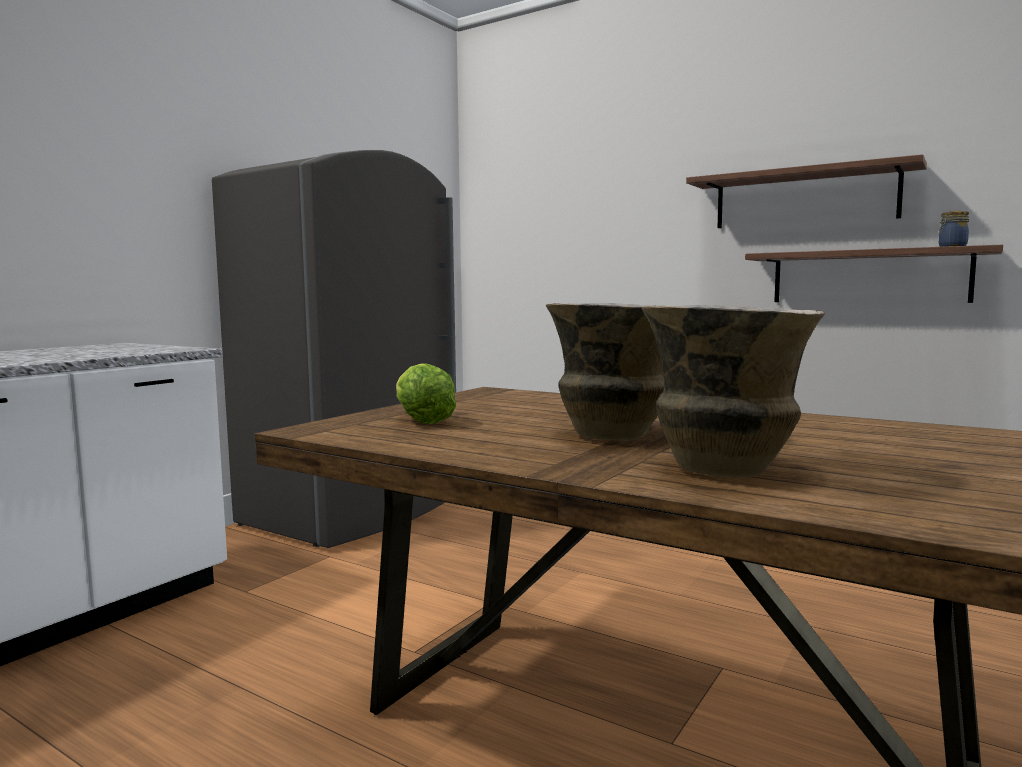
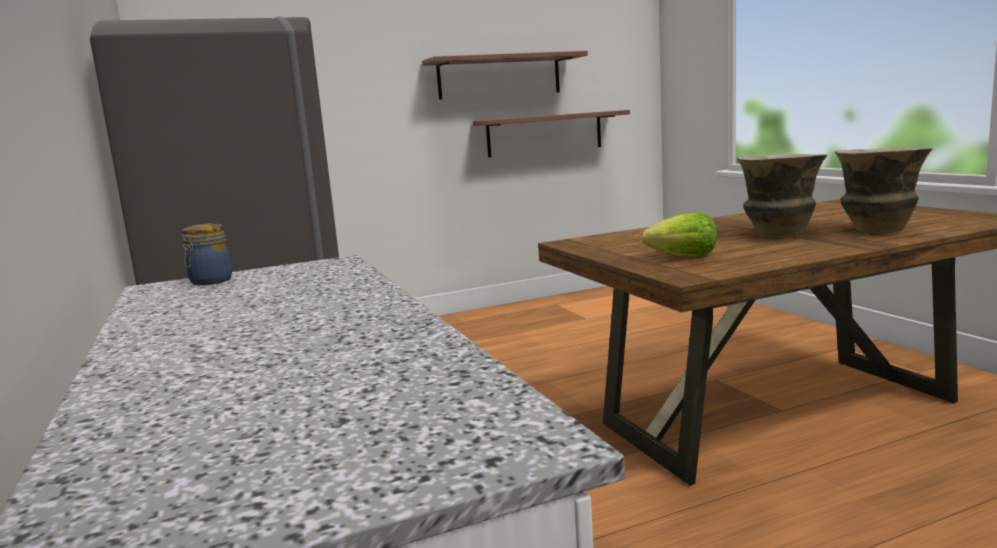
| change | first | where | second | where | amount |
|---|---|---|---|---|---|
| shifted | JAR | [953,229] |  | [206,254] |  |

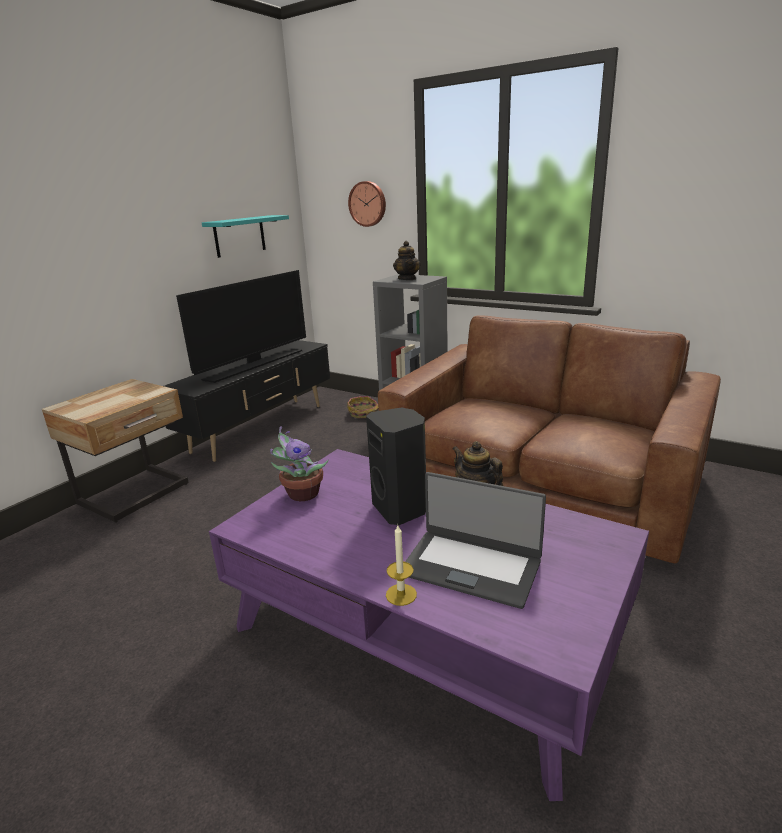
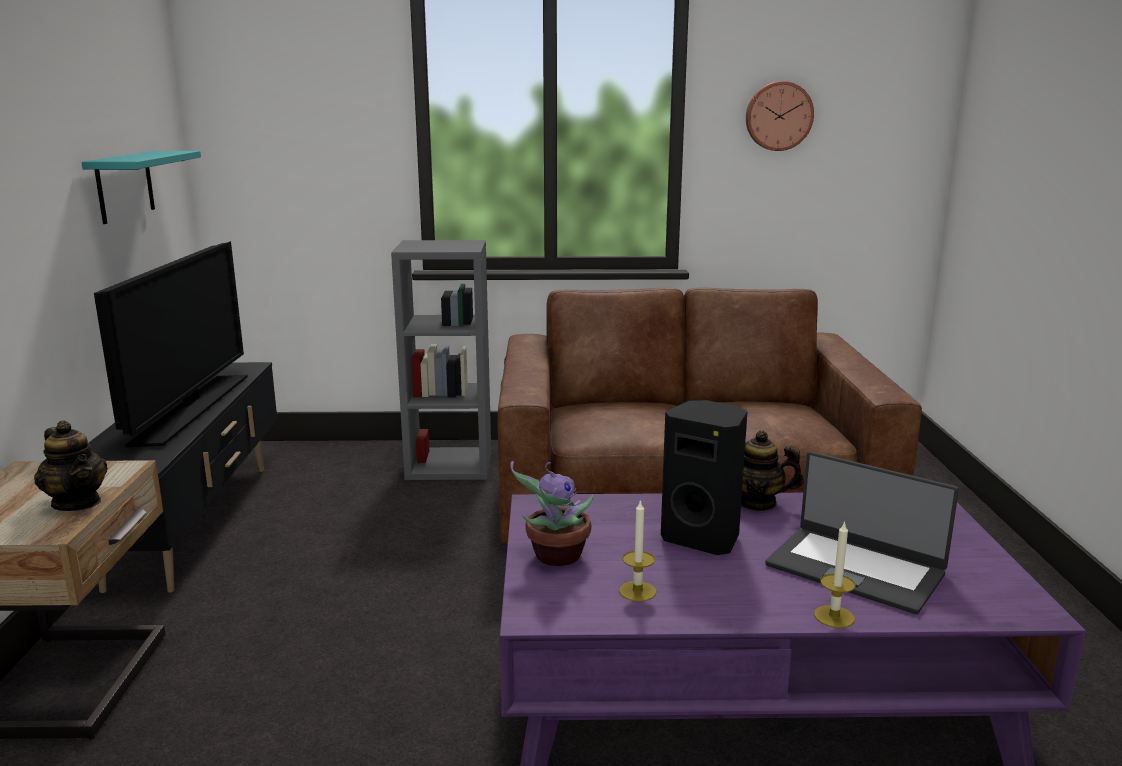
| change | first | where | second | where | amount |
|---|---|---|---|---|---|
| gone | BASKET | [363,407] |  |  |  |
| new |  |  | CANDLE | [637,550] |  |
| shifted | WALL CLOCK | [367,204] |  | [780,116] |  |
| shifted | TEAPOT | [406,260] |  | [70,466] |  |
| rotated | LAPTOP | [475,540] |  | [862,532] | 45 degrees clockwise |

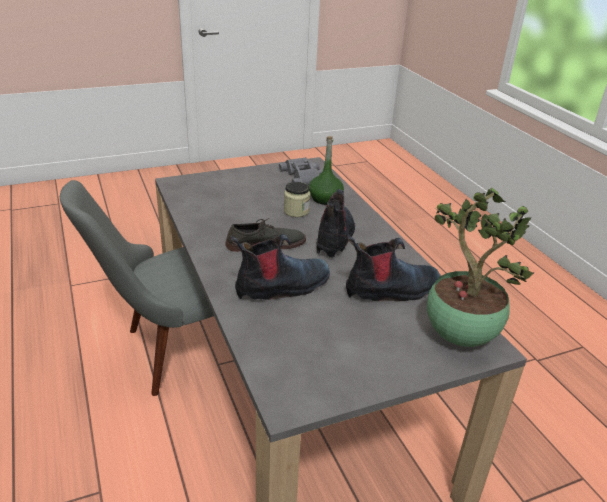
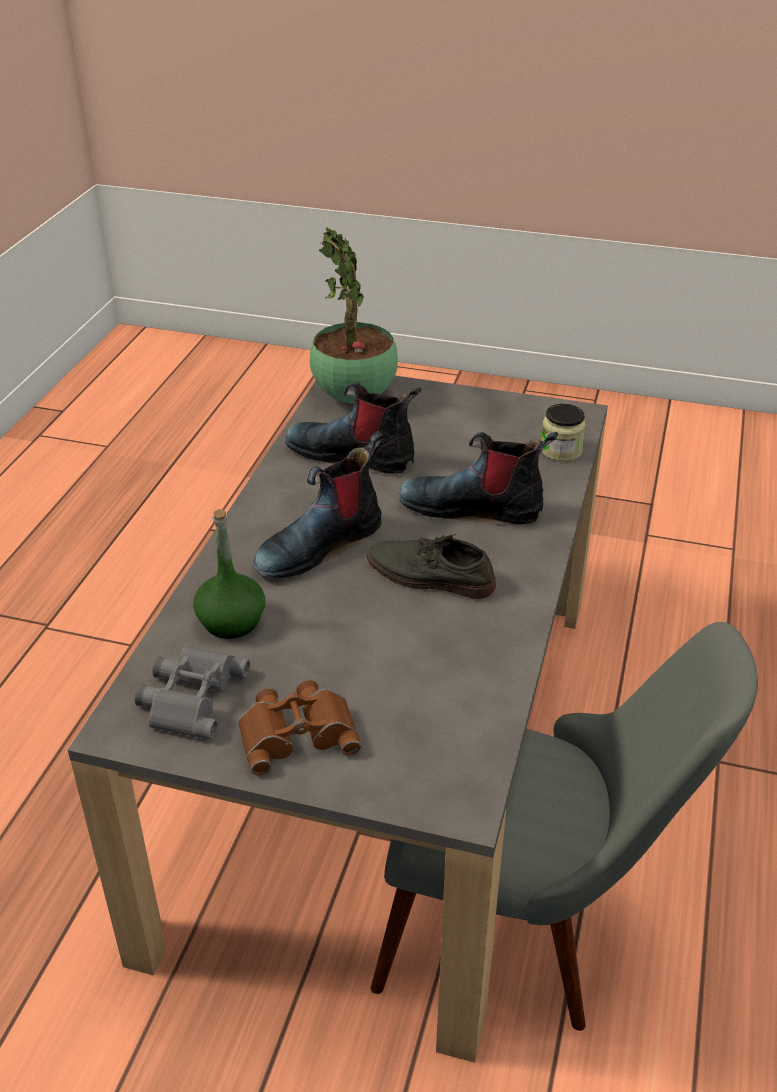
| change | first | where | second | where | amount |
|---|---|---|---|---|---|
| new |  |  | BROWN BINOCULARS | [299,727] |  |
| shifted | JAR | [297,199] |  | [563,433] |  |

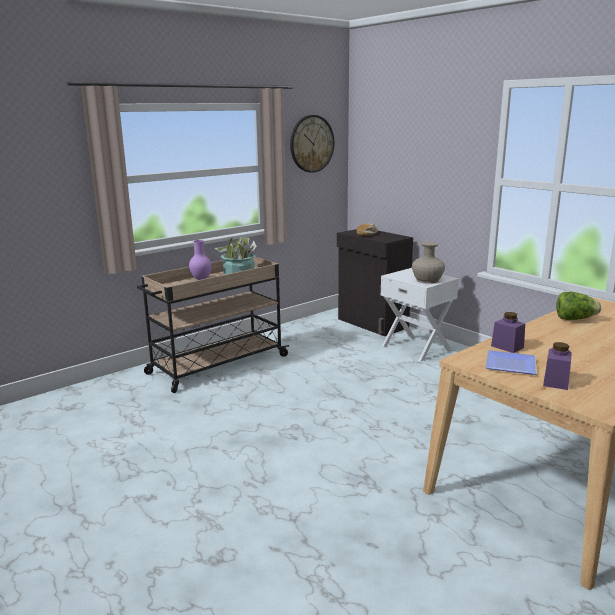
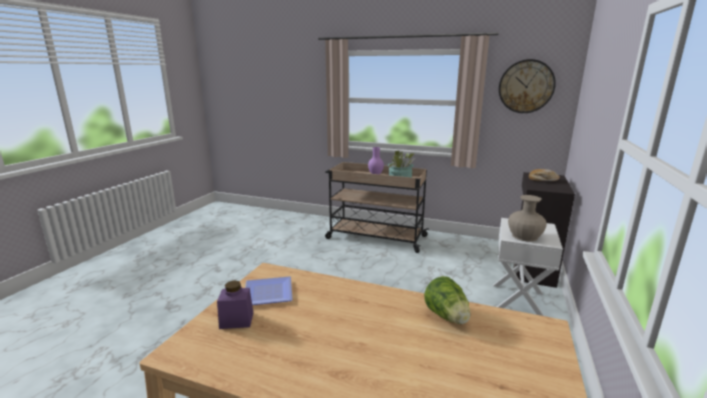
| change | first | where | second | where | amount |
|---|---|---|---|---|---|
| gone | PURPLE JAR | [508,332] |  |  |  |

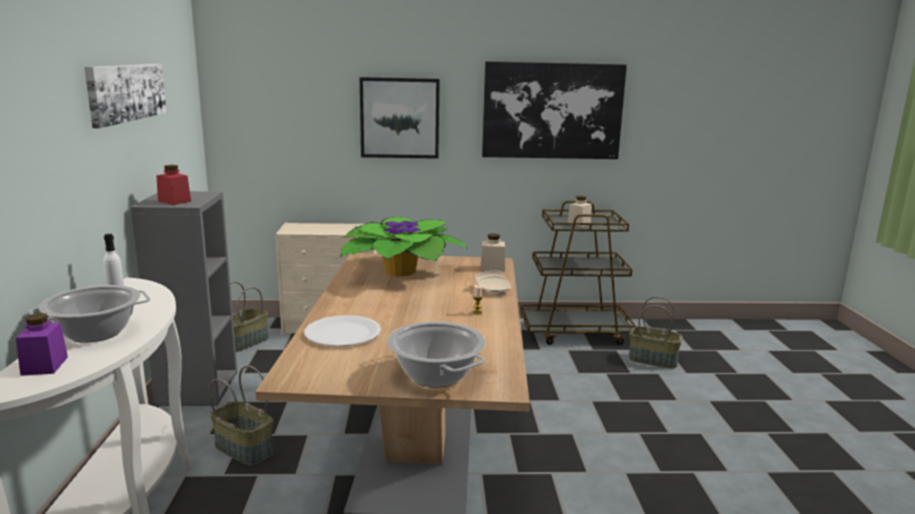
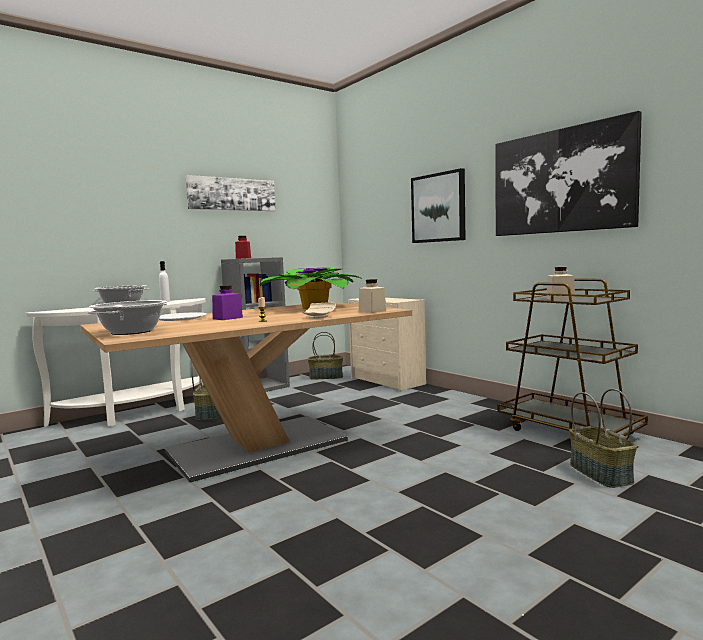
| change | first | where | second | where | amount |
|---|---|---|---|---|---|
| shifted | PURPLE JAR | [42,344] |  | [227,302] |  |

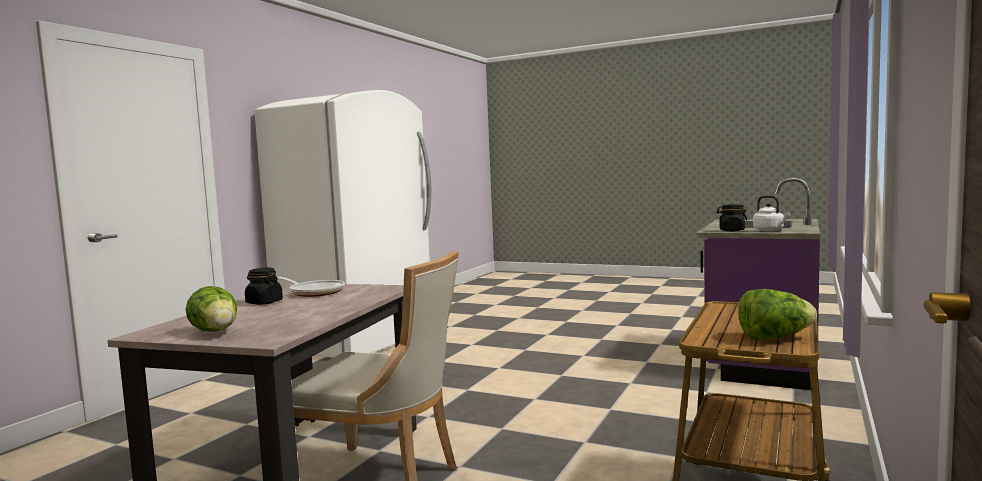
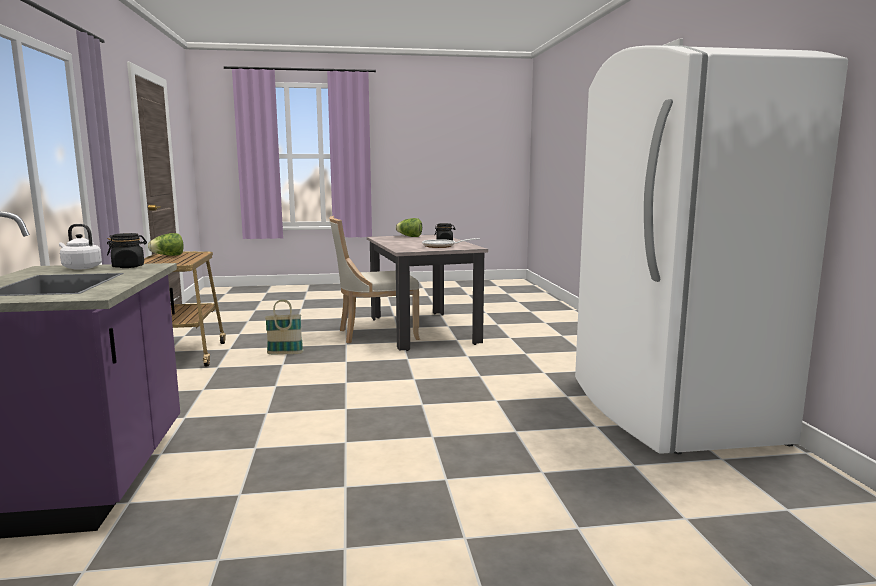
| change | first | where | second | where | amount |
|---|---|---|---|---|---|
| new |  |  | BASKET | [284,326] |  |

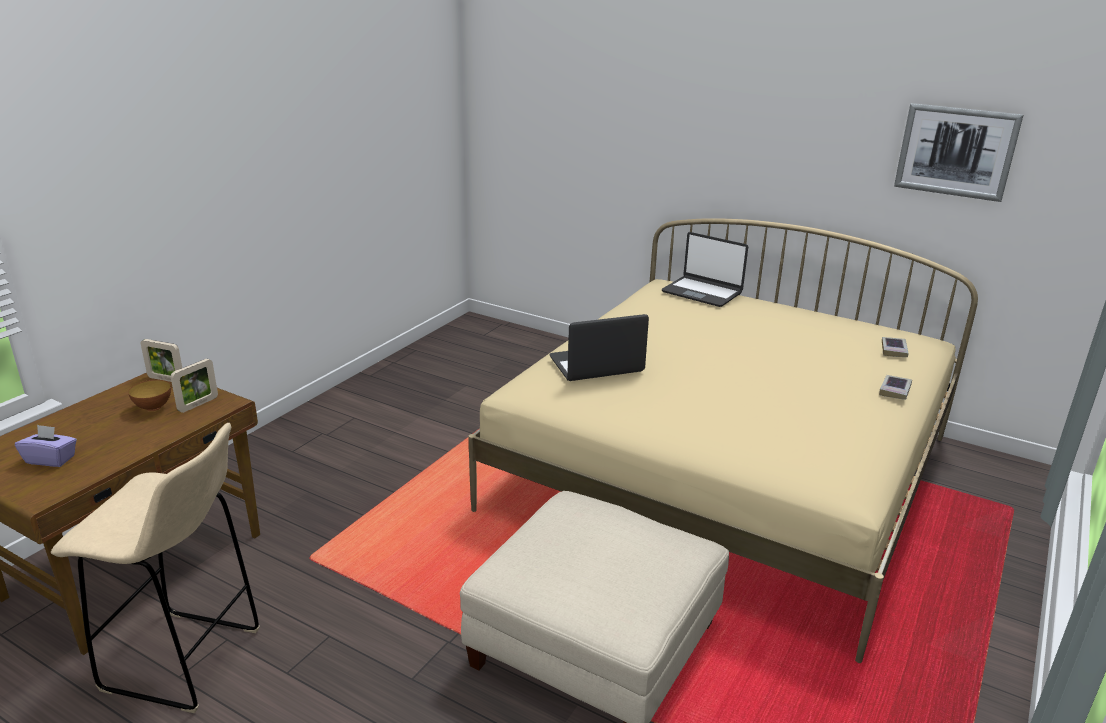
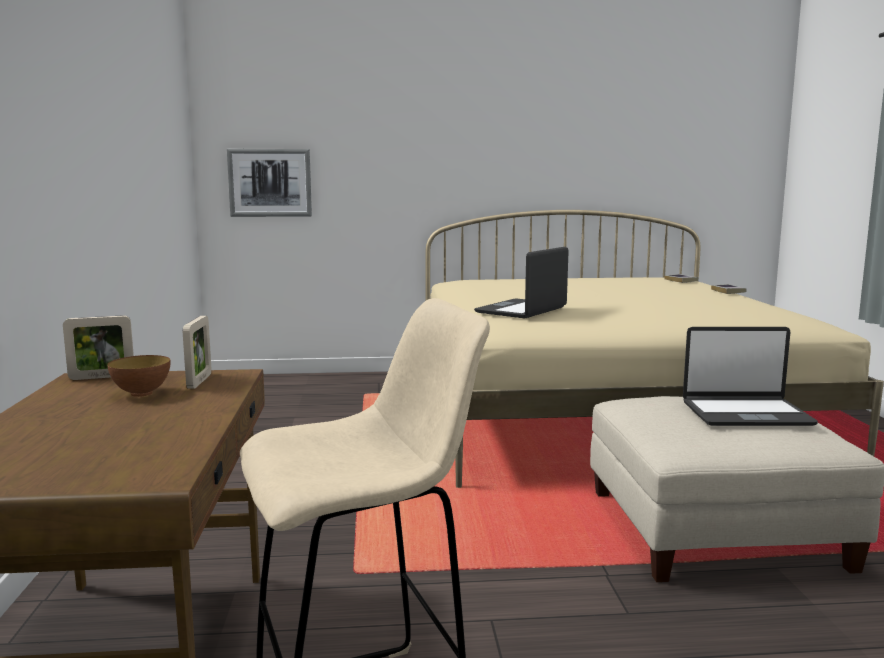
| change | first | where | second | where | amount |
|---|---|---|---|---|---|
| gone | PURPLE TISSUE BOX | [46,445] |  |  |  |
| shifted | LAPTOP | [705,269] |  | [750,376] |  |
| shifted | PICTURE | [958,152] |  | [269,183] |  |

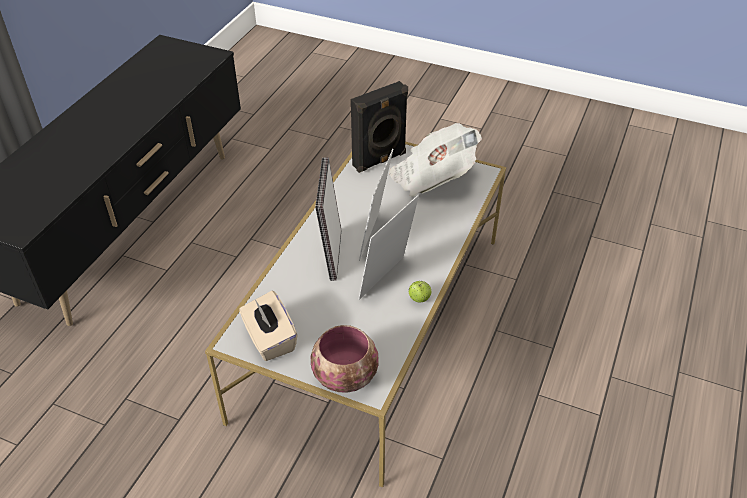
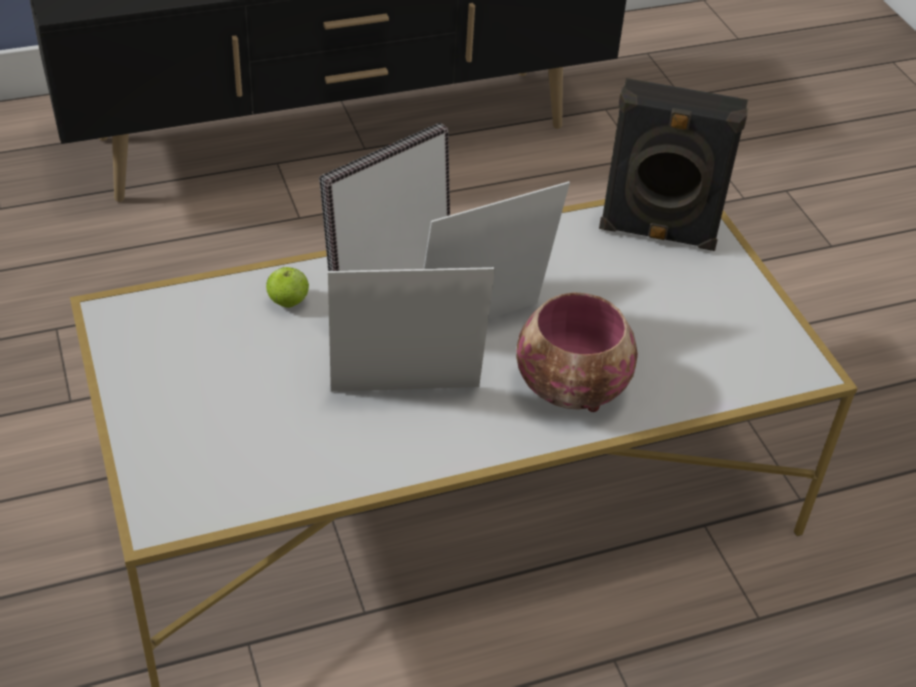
| change | first | where | second | where | amount |
|---|---|---|---|---|---|
| gone | BEIGE TISSUE BOX | [268,326] |  |  |  |
| gone | NEWSPAPER | [435,160] |  |  |  |
| shifted | BOWL | [345,359] |  | [577,352] |  |
| shifted | APPLE | [420,291] |  | [287,287] |  |

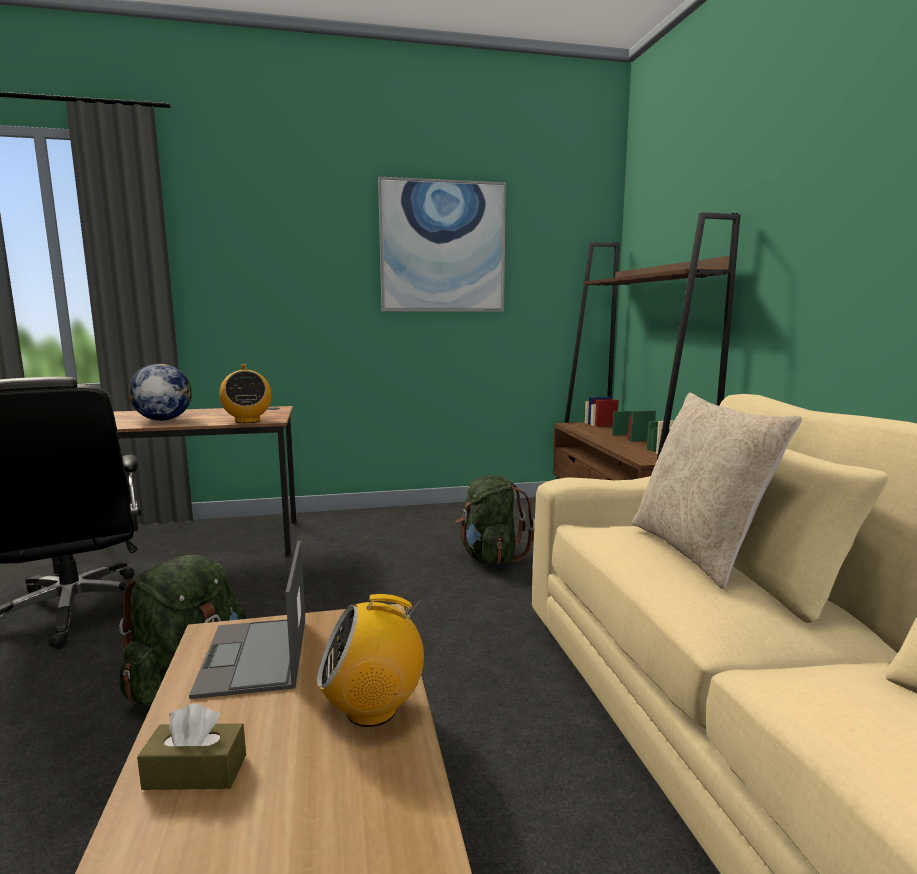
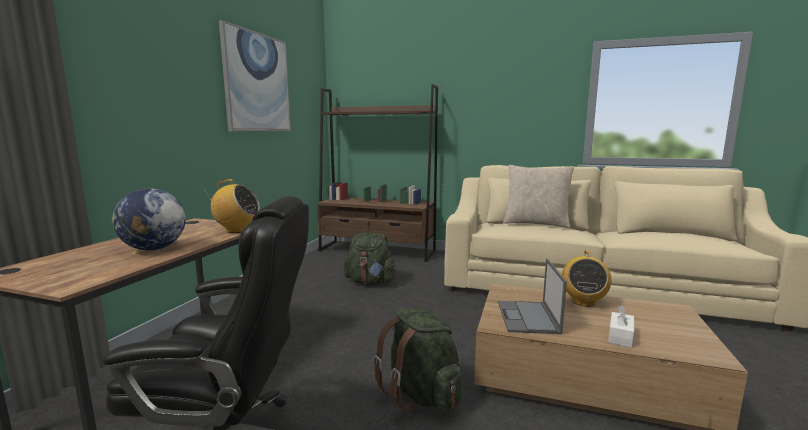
| change | first | where | second | where | amount |
|---|---|---|---|---|---|
| repainted | BROWN TISSUE BOX | [191,747] | WHITE TISSUE BOX | [621,326] |  |
| rotated | LAPTOP | [247,620] |  | [532,296] | 75 degrees clockwise |

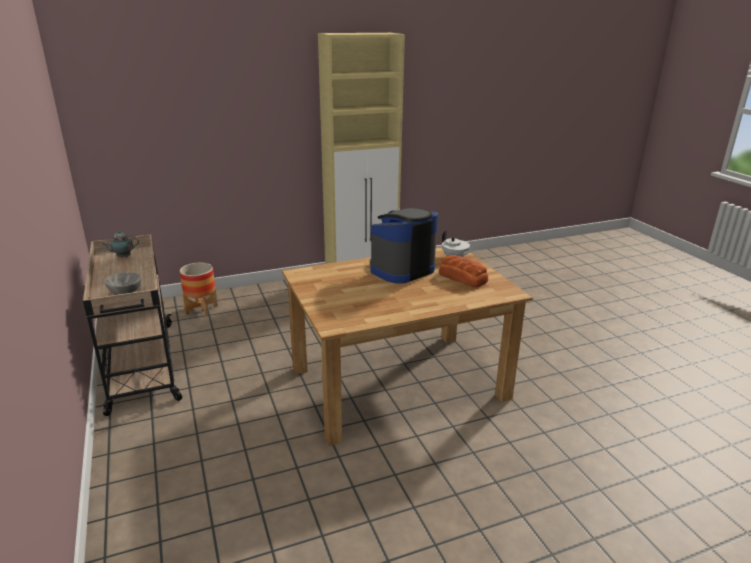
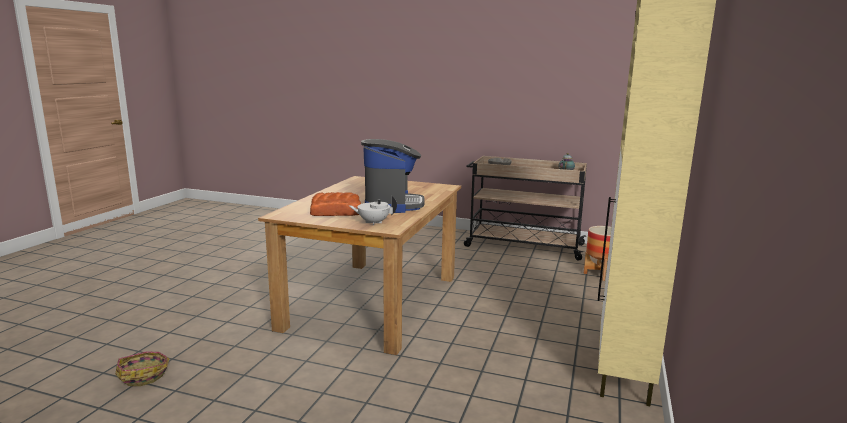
| change | first | where | second | where | amount |
|---|---|---|---|---|---|
| new |  |  | BASKET | [142,369] |  |

